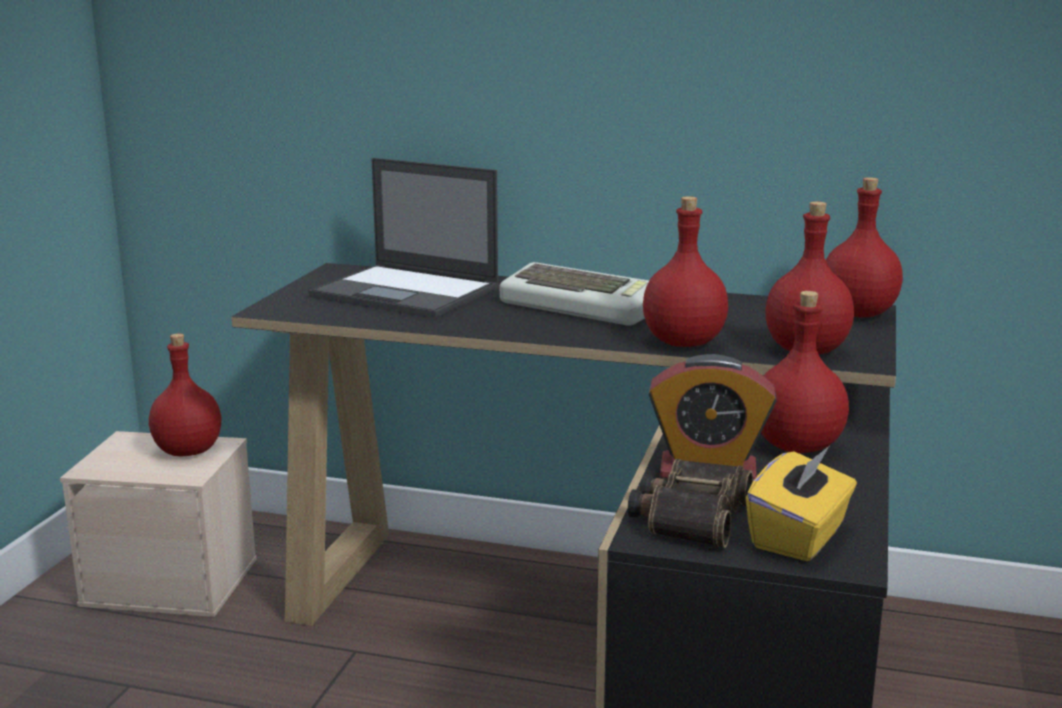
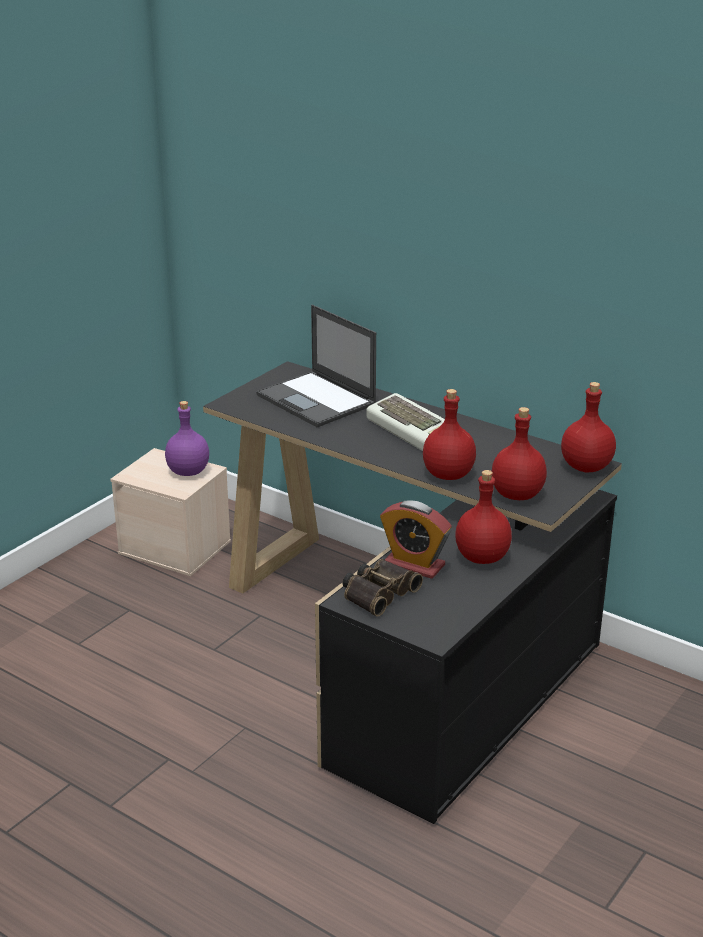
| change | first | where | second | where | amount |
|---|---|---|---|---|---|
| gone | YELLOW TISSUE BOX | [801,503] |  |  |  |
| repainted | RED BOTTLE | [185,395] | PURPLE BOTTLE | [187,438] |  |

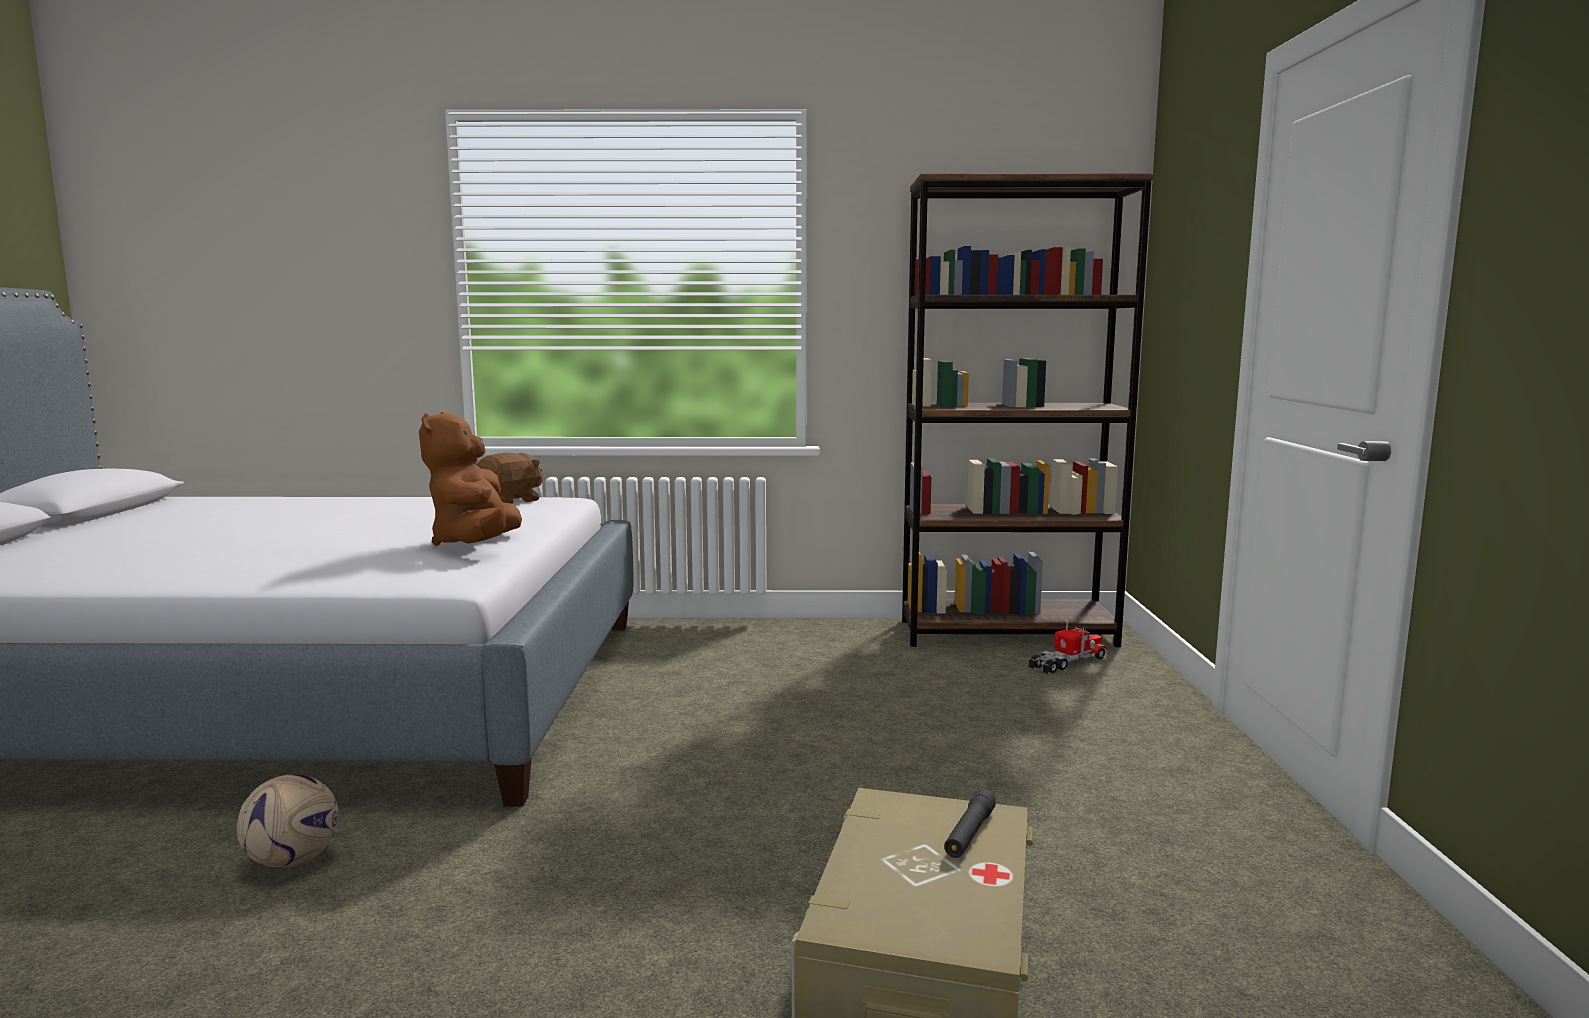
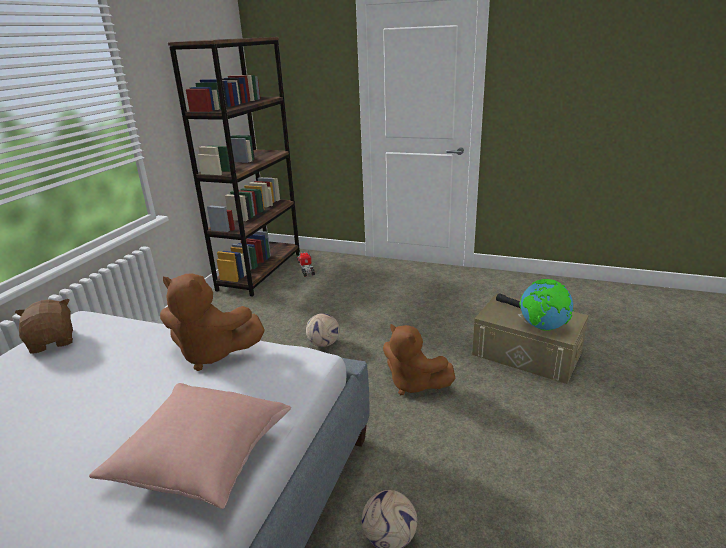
| change | first | where | second | where | amount |
|---|---|---|---|---|---|
| new |  |  | PINK PILLOW | [190,446] |  |
| new |  |  | FOOTBALL | [323,330] |  |
| new |  |  | BROWN PLUSH TOY | [419,359] |  |
| new |  |  | GLOBE | [546,305] |  |

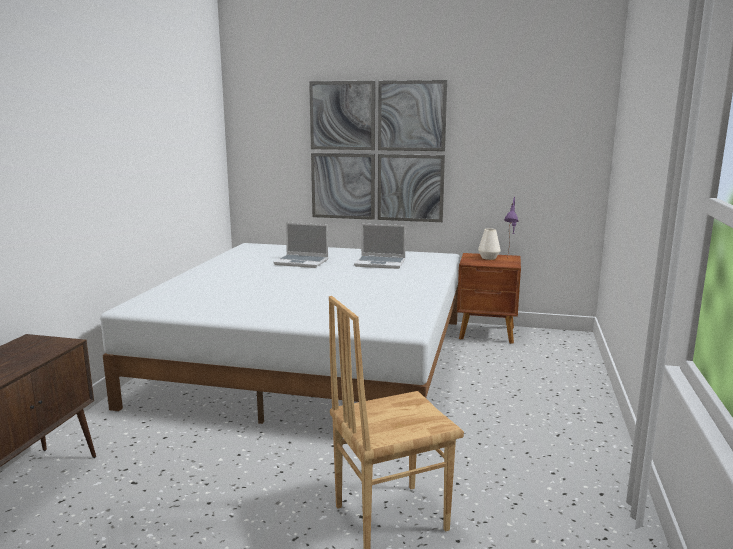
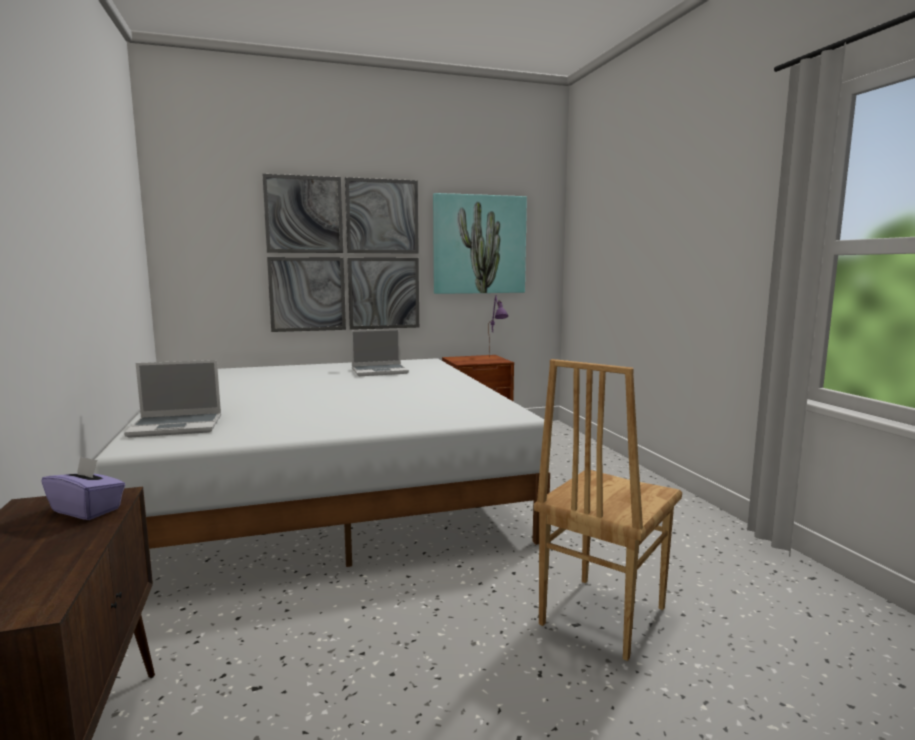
| change | first | where | second | where | amount |
|---|---|---|---|---|---|
| gone | WHITE VASE | [489,244] |  |  |  |
| new |  |  | PURPLE TISSUE BOX | [83,488] |  |
| new |  |  | PICTURE | [480,243] |  |
| shifted | LAPTOP | [300,245] |  | [172,399] |  |

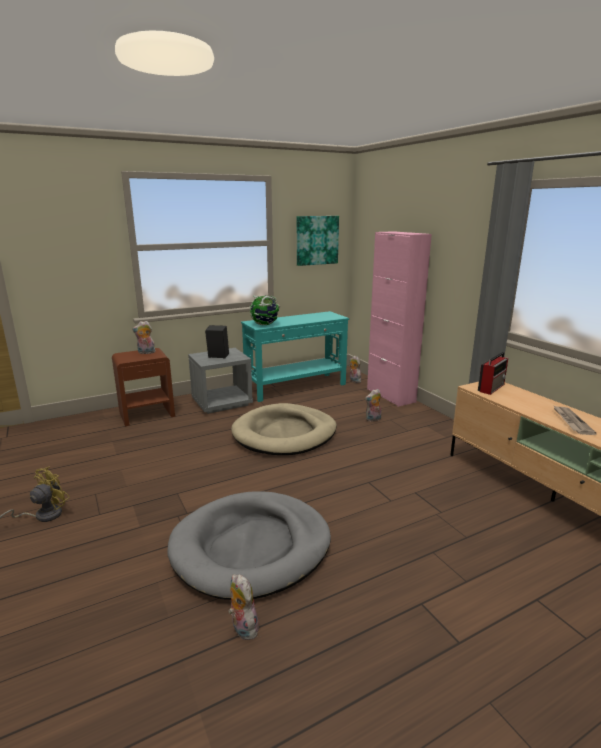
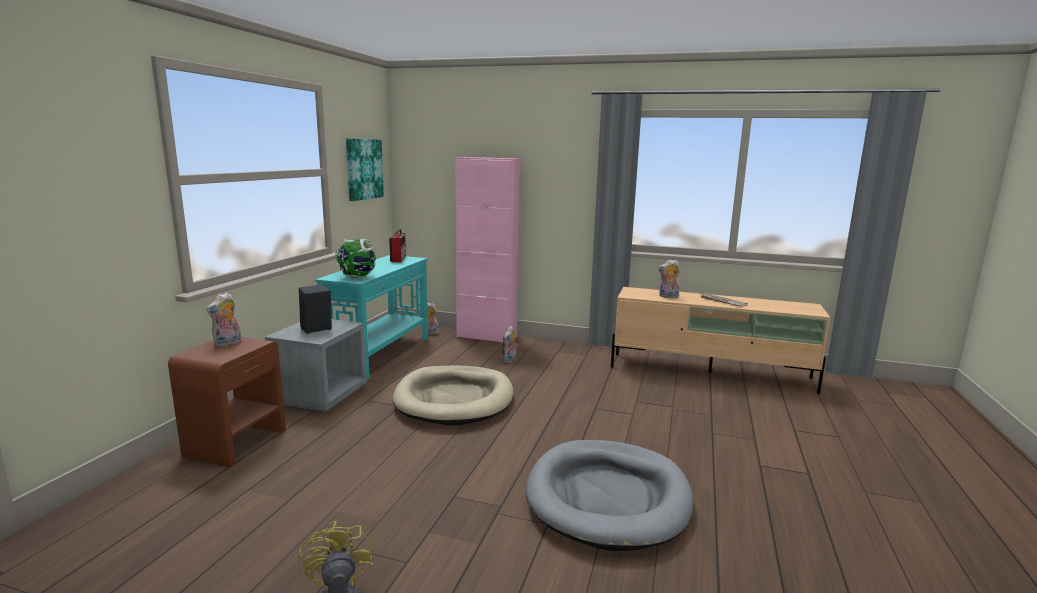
| change | first | where | second | where | amount |
|---|---|---|---|---|---|
| shifted | PLUSH TOY | [243,607] |  | [669,279] |  |
| shifted | RADIO | [493,373] |  | [397,245] |  |

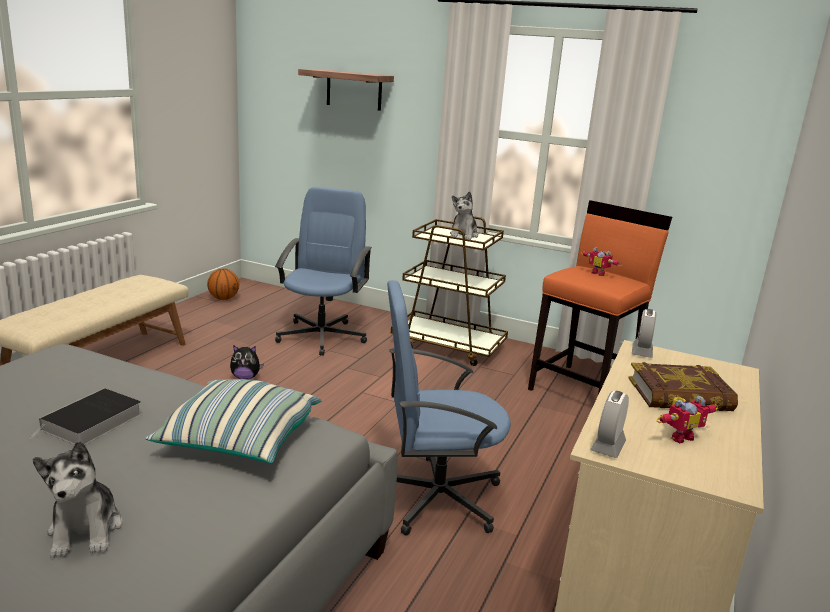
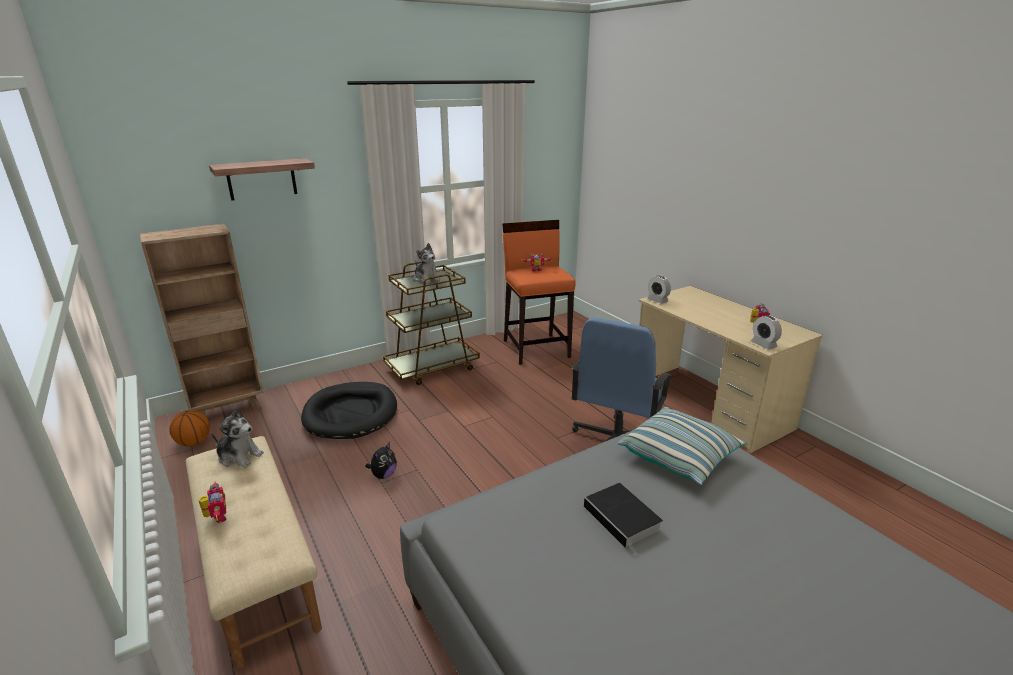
| change | first | where | second | where | amount |
|---|---|---|---|---|---|
| gone | BOOK | [683,386] |  |  |  |
| new |  |  | BROWN BOOKCASE | [202,319] |  |
| new |  |  | TOY ROBOT | [212,502] |  |
| shifted | PLUSH TOY | [78,499] |  | [237,438] |  |
| swapped | BLUE OFFICE CHAIR | [323,271] | BLACK DOG BED | [349,410] |  |

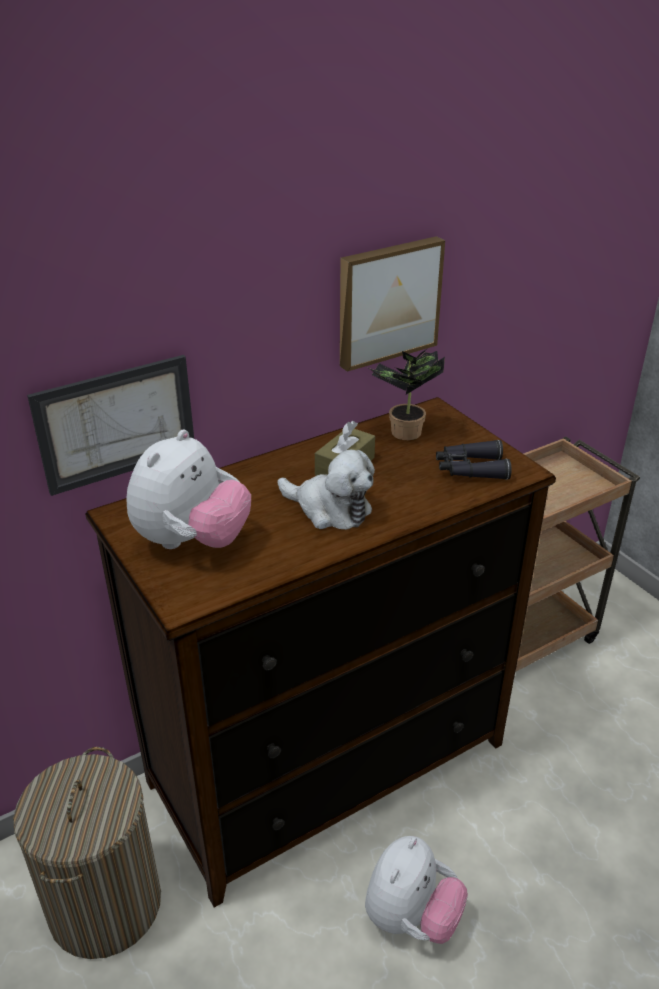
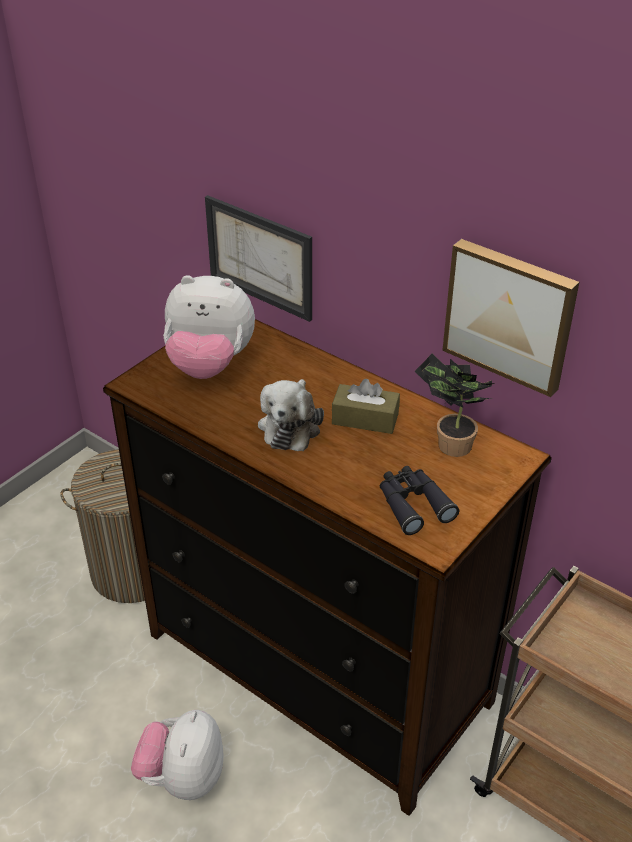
| change | first | where | second | where | amount |
|---|---|---|---|---|---|
| rotated | PLUSH TOY | [416,890] |  | [177,755] | 90 degrees clockwise |

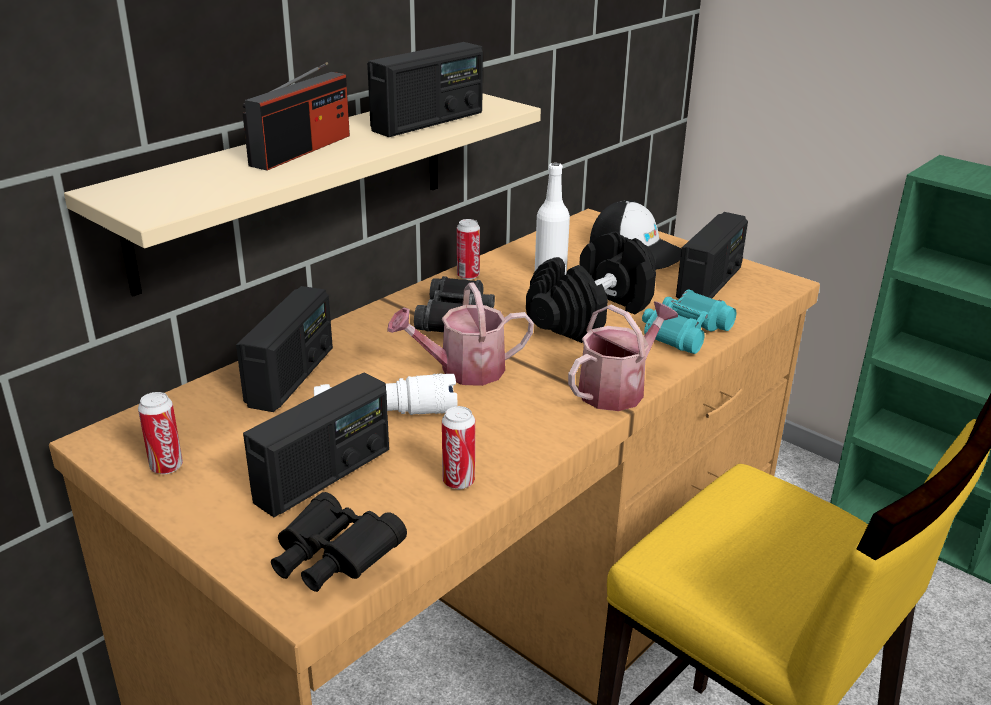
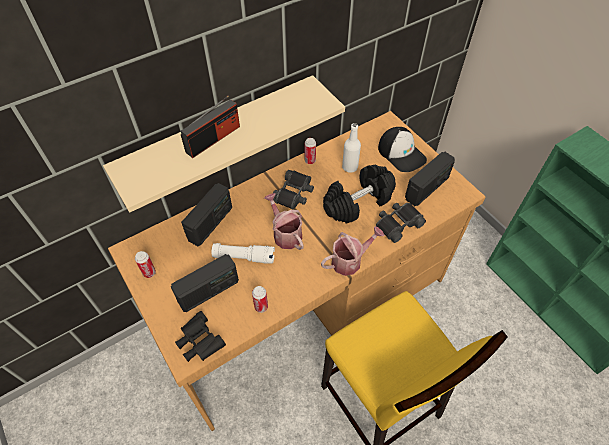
| change | first | where | second | where | amount |
|---|---|---|---|---|---|
| gone | RADIO | [425,89] |  |  |  |
| repainted | TURQUOISE BINOCULARS | [689,321] | BLACK BINOCULARS | [401,223] |  |
| rotated | WATERING CAN | [460,334] |  | [283,221] | 60 degrees clockwise |

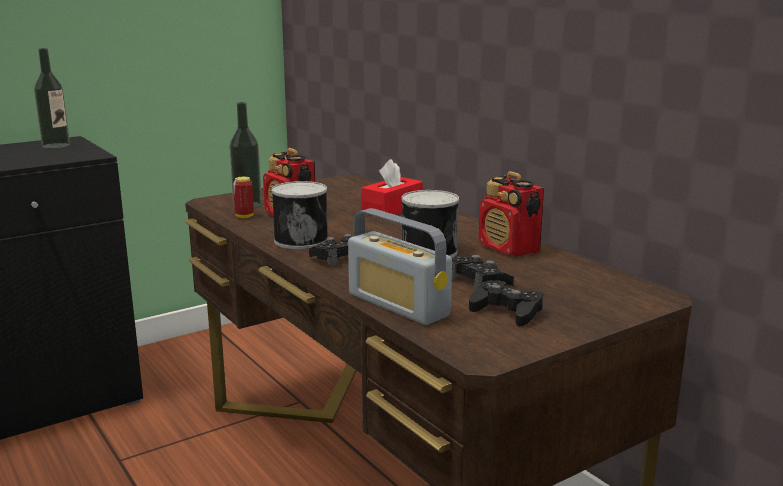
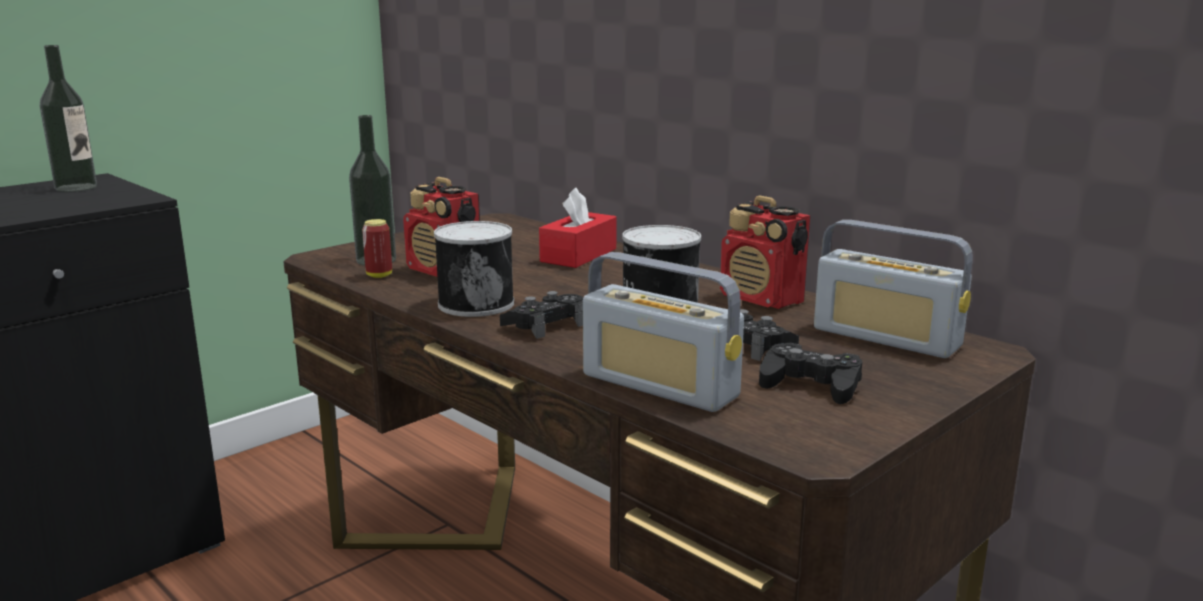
| change | first | where | second | where | amount |
|---|---|---|---|---|---|
| new |  |  | RADIO | [893,289] |  |

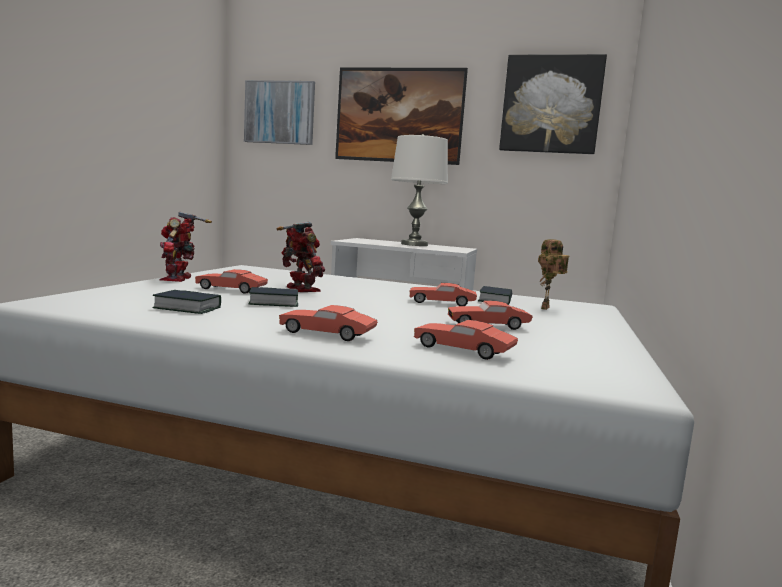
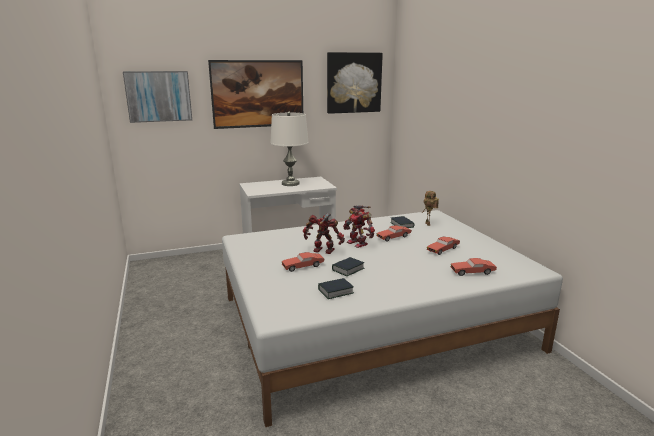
| change | first | where | second | where | amount |
|---|---|---|---|---|---|
| gone | RED TOY CAR | [328,323] |  |  |  |
| shifted | TOY ROBOT | [185,247] |  | [359,226] |  |

